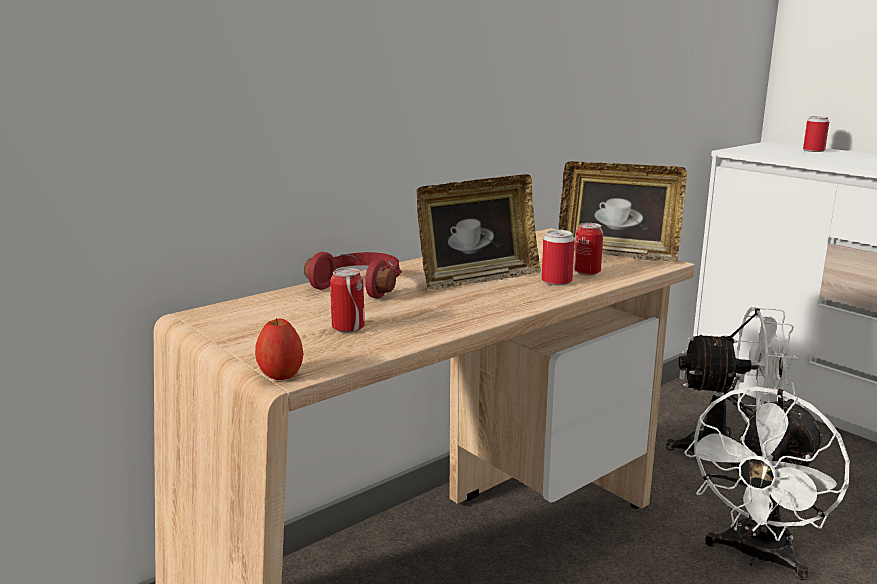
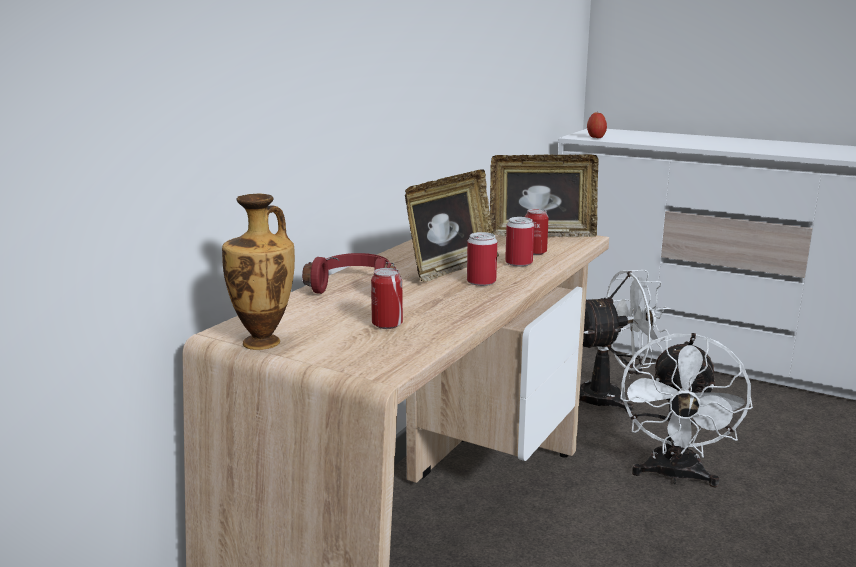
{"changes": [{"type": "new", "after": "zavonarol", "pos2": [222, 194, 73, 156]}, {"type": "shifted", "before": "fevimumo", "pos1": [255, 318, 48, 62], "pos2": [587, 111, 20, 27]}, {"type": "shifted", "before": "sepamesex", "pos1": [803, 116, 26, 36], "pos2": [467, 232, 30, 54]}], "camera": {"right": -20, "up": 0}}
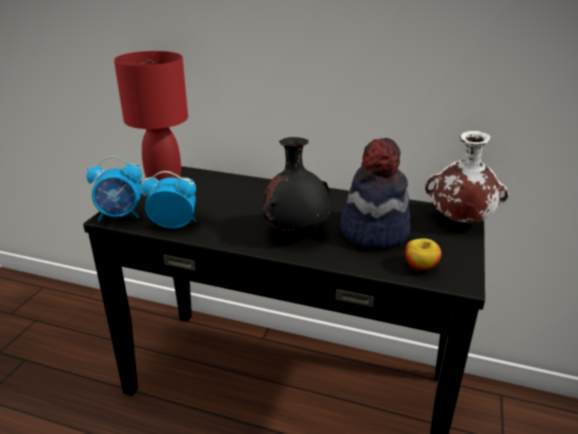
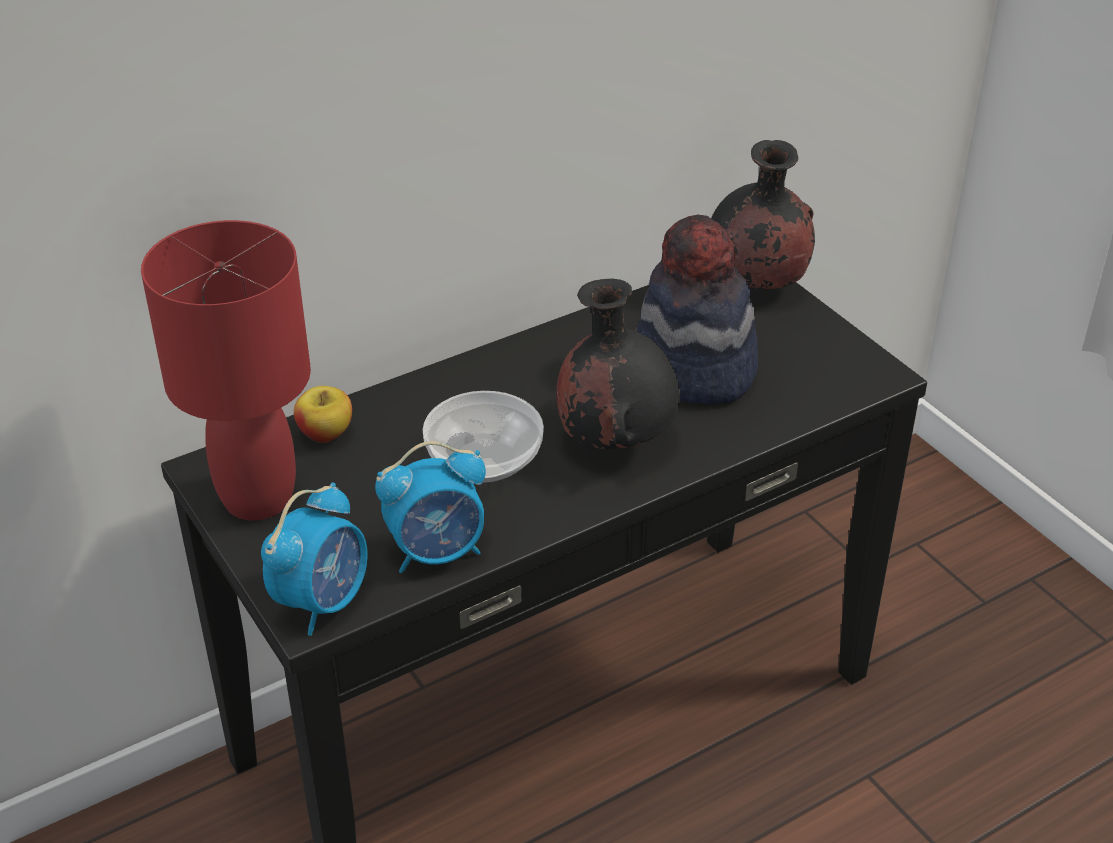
{"changes": [{"type": "new", "after": "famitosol", "pos2": [423, 391, 121, 92]}, {"type": "shifted", "before": "fevimumo", "pos1": [405, 238, 36, 33], "pos2": [294, 386, 58, 57]}, {"type": "repainted", "before": "white_zavonarol", "after": "black_zavonarol", "pos1": [425, 131, 84, 92], "pos2": [711, 140, 104, 149]}, {"type": "rotated", "before": "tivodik", "pos1": [140, 171, 56, 58], "pos2": [375, 441, 111, 132], "turn": -150}], "camera": {"right": -50, "up": 10}}
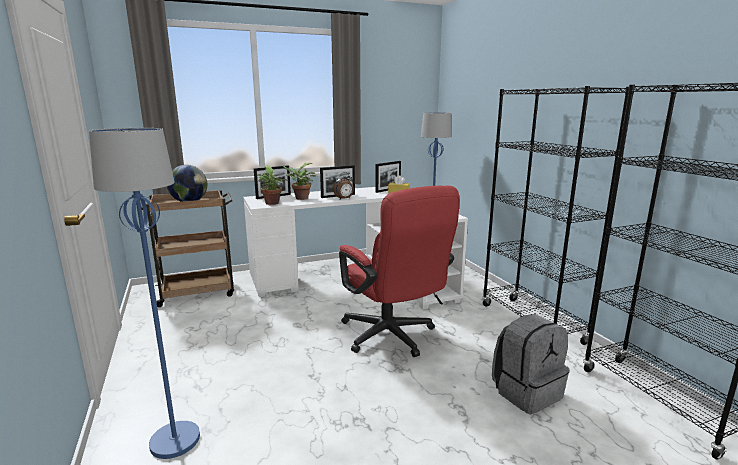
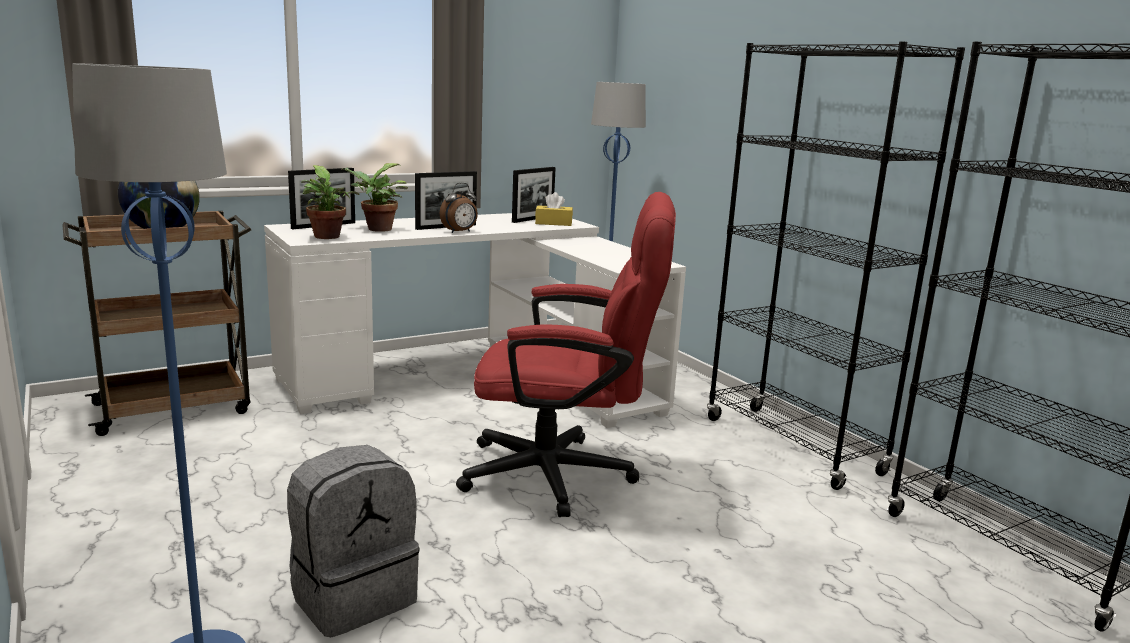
{"changes": [{"type": "shifted", "before": "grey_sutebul", "pos1": [492, 314, 78, 100], "pos2": [287, 445, 133, 192]}, {"type": "rotated", "before": "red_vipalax", "pos1": [339, 186, 121, 171], "pos2": [456, 192, 220, 325], "turn": -45}], "camera": {"right": -10, "up": 0}}
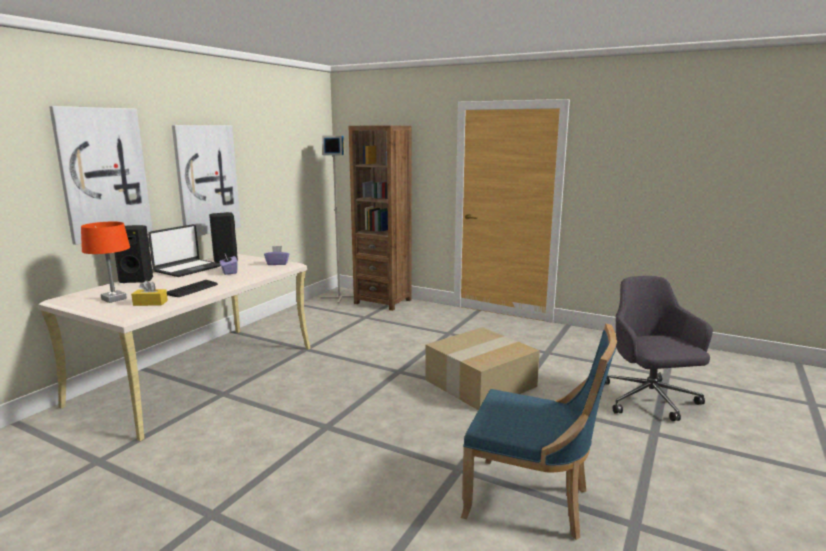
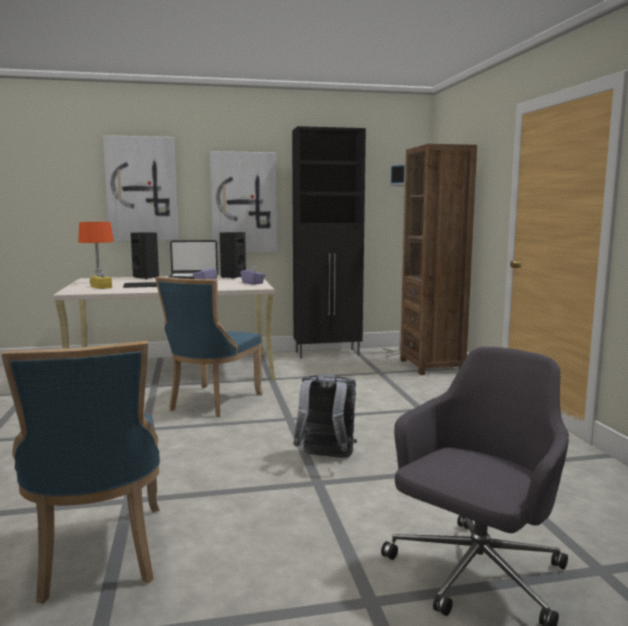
{"changes": [{"type": "new", "after": "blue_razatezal", "pos2": [155, 277, 108, 140]}, {"type": "new", "after": "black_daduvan", "pos2": [292, 126, 74, 233]}, {"type": "swapped", "before": "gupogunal", "after": "grey_sutebul", "pos1": [425, 327, 115, 83], "pos2": [293, 374, 64, 84]}], "camera": {"right": 50, "up": -5}}
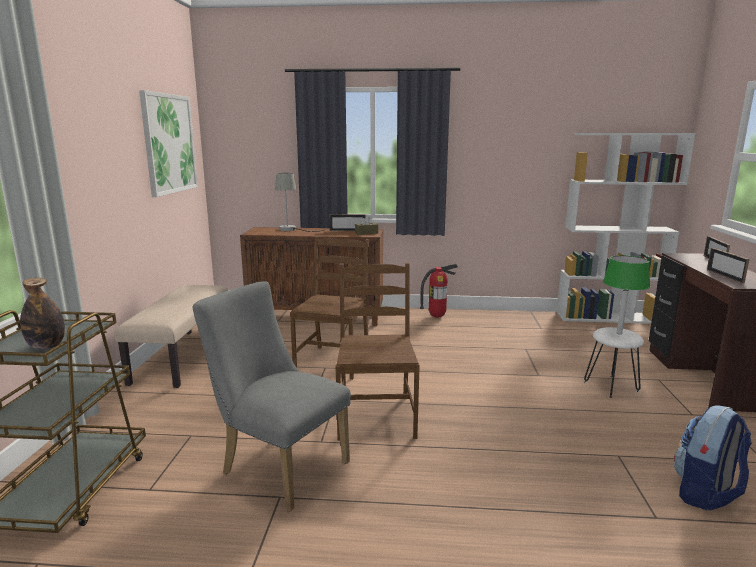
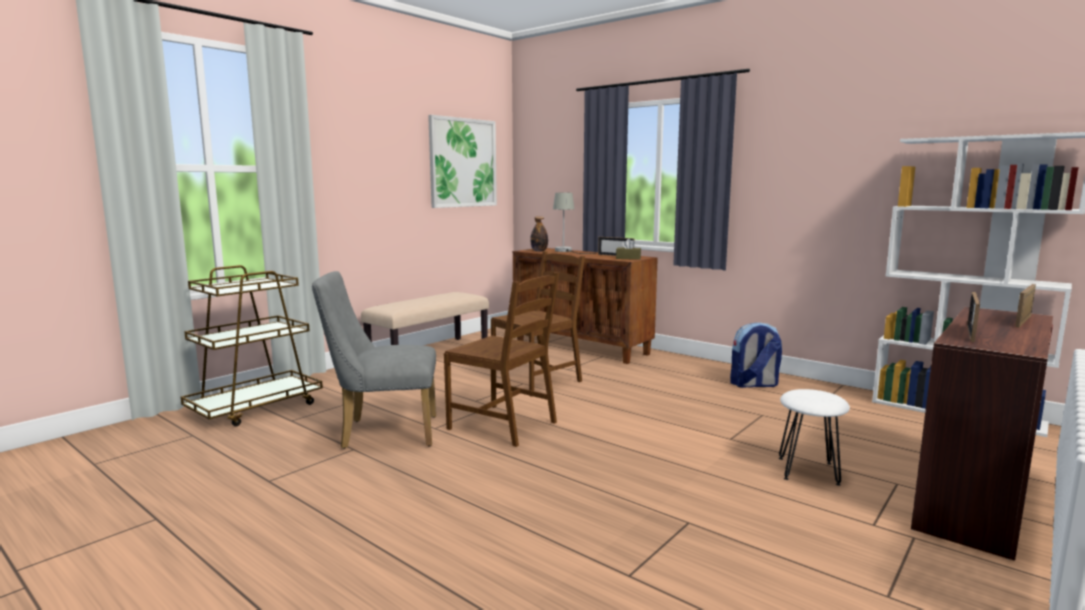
{"changes": [{"type": "gone", "before": "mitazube", "pos1": [420, 264, 38, 54]}, {"type": "gone", "before": "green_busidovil", "pos1": [603, 255, 47, 80]}, {"type": "shifted", "before": "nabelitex", "pos1": [20, 278, 45, 72], "pos2": [530, 216, 18, 36]}, {"type": "shifted", "before": "sutebul", "pos1": [674, 405, 78, 105], "pos2": [730, 323, 52, 65]}, {"type": "rotated", "before": "grey_razatezal", "pos1": [192, 281, 159, 231], "pos2": [312, 271, 124, 178], "turn": -75}, {"type": "rotated", "before": "brown_razatezal", "pos1": [335, 263, 85, 178], "pos2": [444, 272, 115, 175], "turn": 90}], "camera": {"right": 35, "up": -5}}
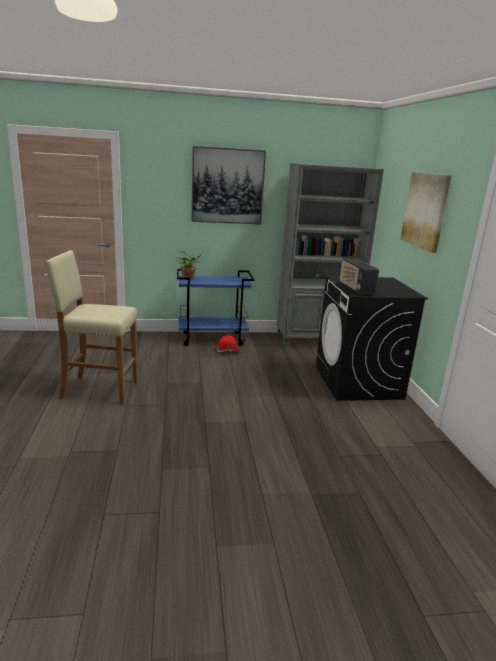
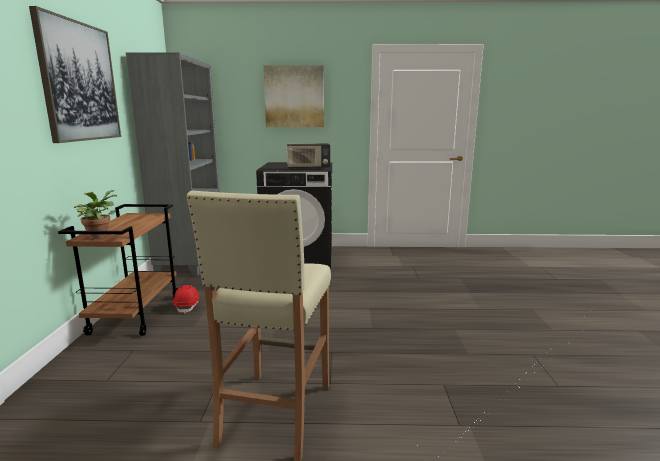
{"changes": [{"type": "repainted", "before": "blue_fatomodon", "after": "brown_fatomodon", "pos1": [177, 269, 77, 77], "pos2": [58, 204, 120, 132]}], "camera": {"right": -80, "up": -5}}
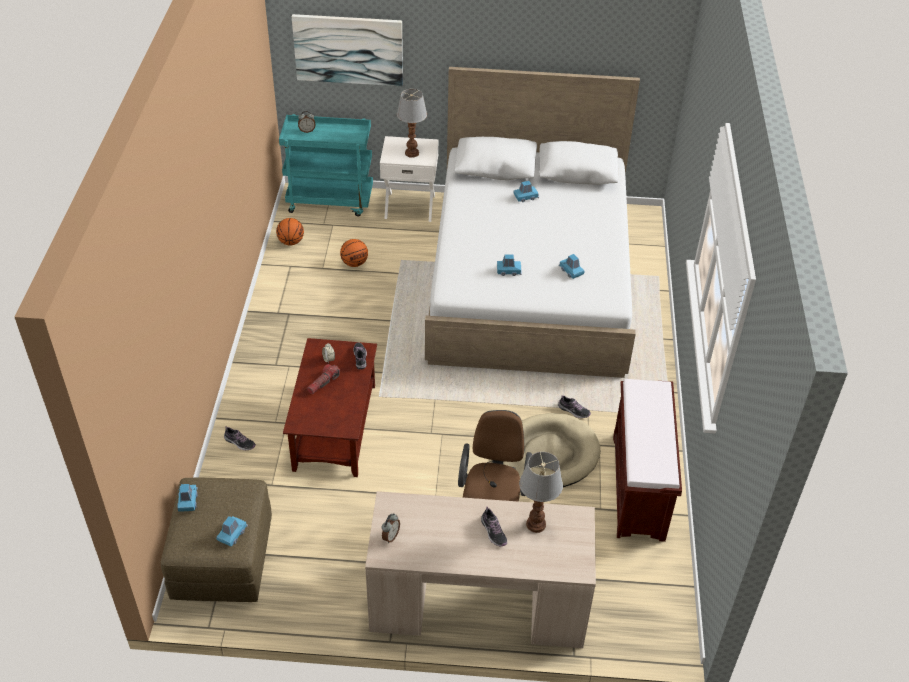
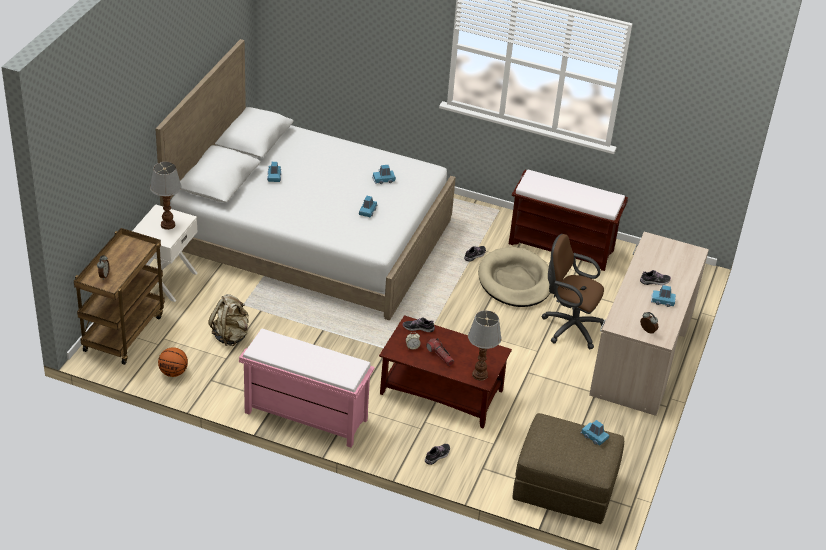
{"changes": [{"type": "gone", "before": "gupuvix", "pos1": [292, 14, 111, 72]}, {"type": "new", "after": "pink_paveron", "pos2": [239, 328, 136, 120]}, {"type": "shifted", "before": "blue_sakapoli", "pos1": [177, 484, 21, 28], "pos2": [651, 285, 25, 22]}, {"type": "shifted", "before": "busidovil", "pos1": [519, 452, 44, 81], "pos2": [468, 310, 34, 71]}, {"type": "swapped", "before": "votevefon", "after": "beige_sutebul", "pos1": [340, 239, 28, 28], "pos2": [208, 294, 41, 52]}, {"type": "repainted", "before": "turquoise_fatomodon", "after": "brown_fatomodon", "pos1": [279, 114, 94, 103], "pos2": [74, 228, 91, 137]}], "camera": {"right": -75, "up": -5}}
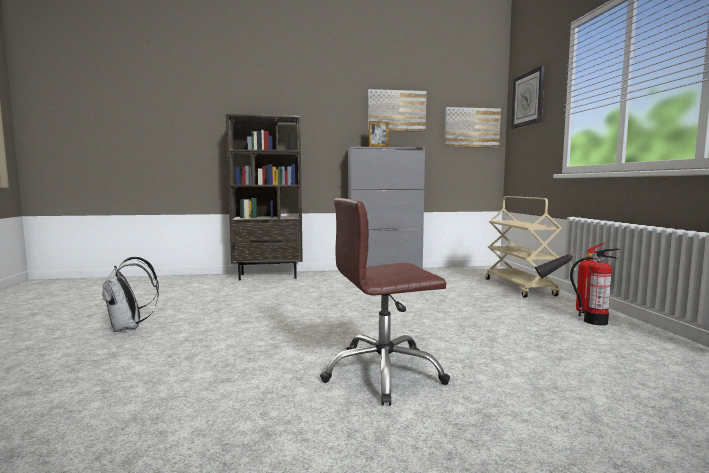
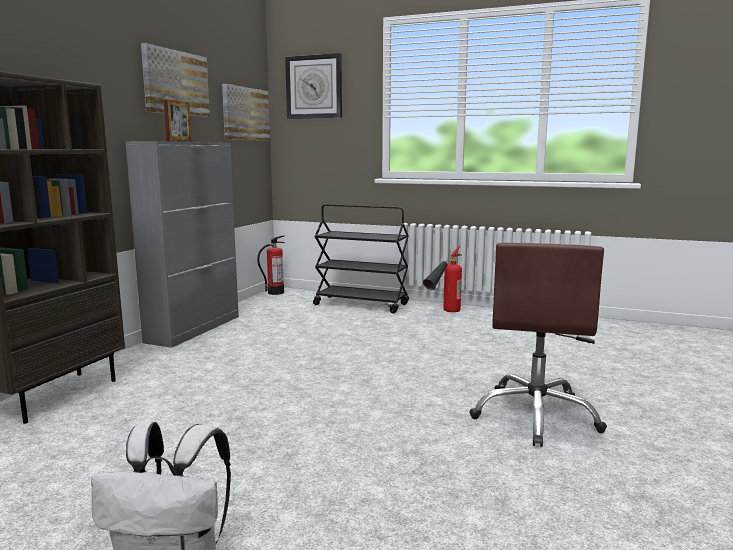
{"changes": [{"type": "shifted", "before": "mitazube", "pos1": [570, 249, 50, 77], "pos2": [257, 235, 27, 60]}, {"type": "repainted", "before": "beige_fatomodon", "after": "black_fatomodon", "pos1": [485, 196, 77, 102], "pos2": [313, 204, 96, 110]}], "camera": {"right": -60, "up": 5}}
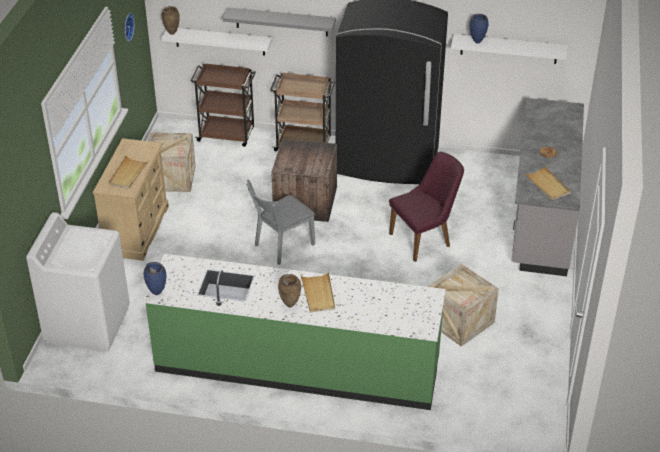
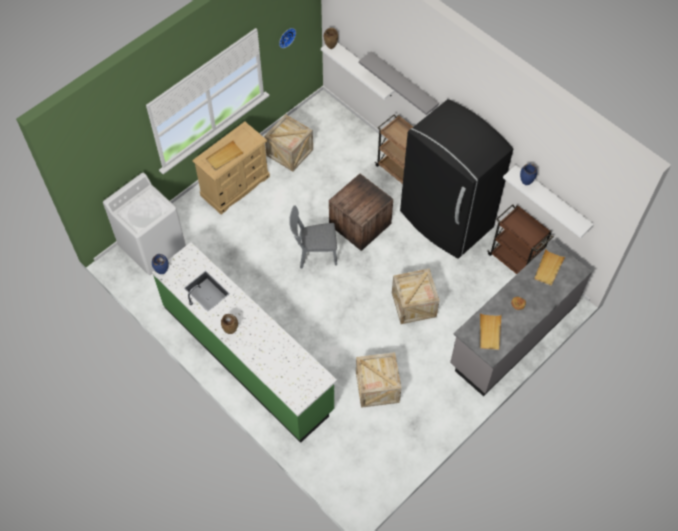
{"changes": [{"type": "shifted", "before": "brown_fatomodon", "pos1": [190, 63, 66, 84], "pos2": [487, 204, 67, 70]}, {"type": "shifted", "before": "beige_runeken", "pos1": [301, 272, 34, 40], "pos2": [534, 249, 31, 37]}, {"type": "swapped", "before": "purple_razatezal", "after": "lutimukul", "pos1": [389, 152, 75, 110], "pos2": [392, 268, 48, 56]}], "camera": {"right": 35, "up": 20}}
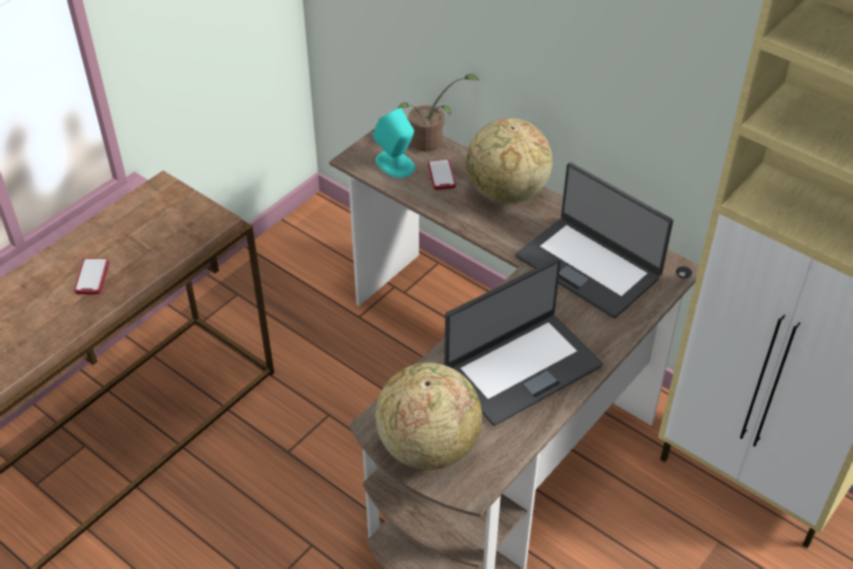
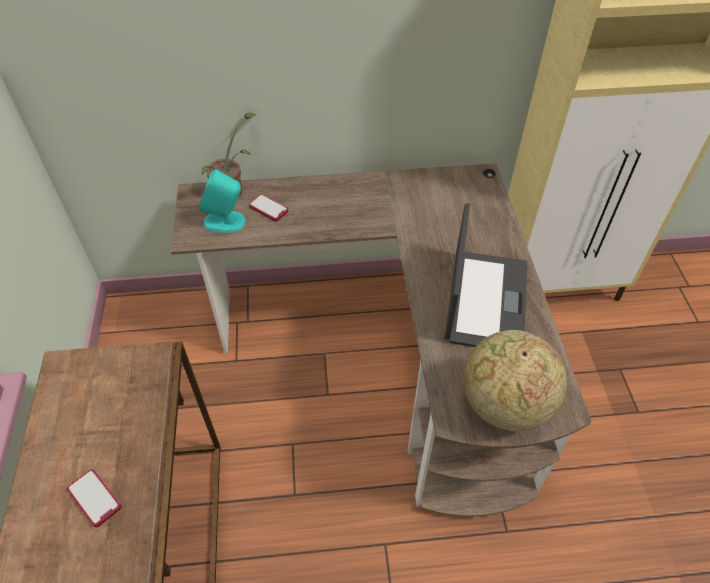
{"changes": [{"type": "gone", "before": "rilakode", "pos1": [466, 118, 86, 86]}, {"type": "gone", "before": "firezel", "pos1": [516, 162, 157, 156]}], "camera": {"right": -45, "up": 5}}
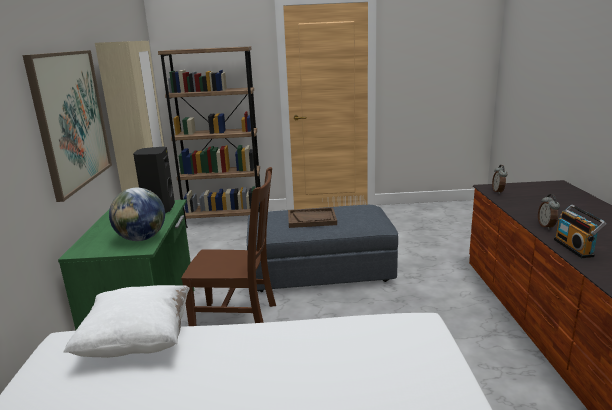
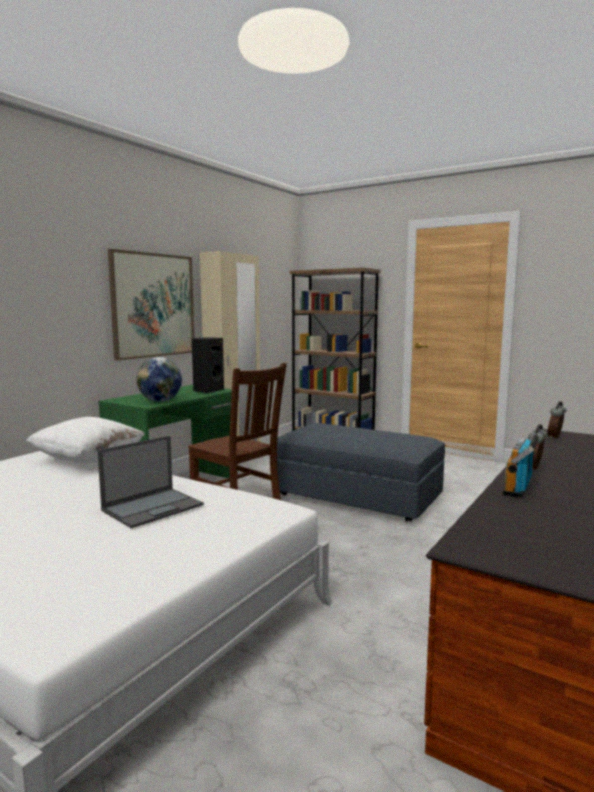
{"changes": [{"type": "gone", "before": "brown_runeken", "pos1": [288, 208, 49, 20]}, {"type": "new", "after": "firezel", "pos2": [97, 436, 107, 92]}], "camera": {"right": 35, "up": -10}}
